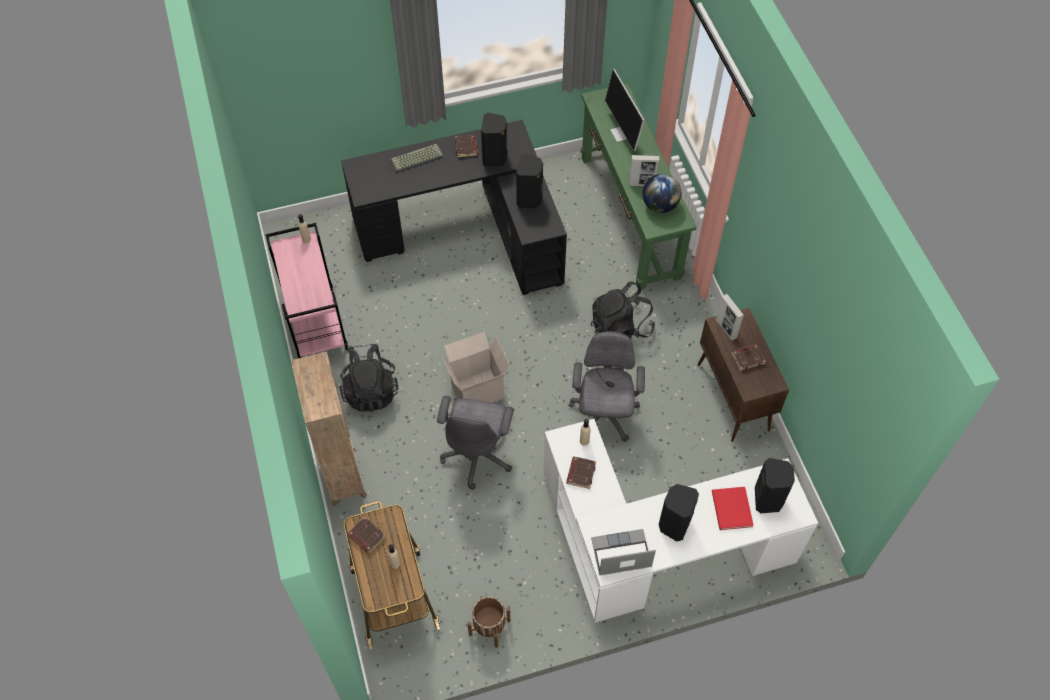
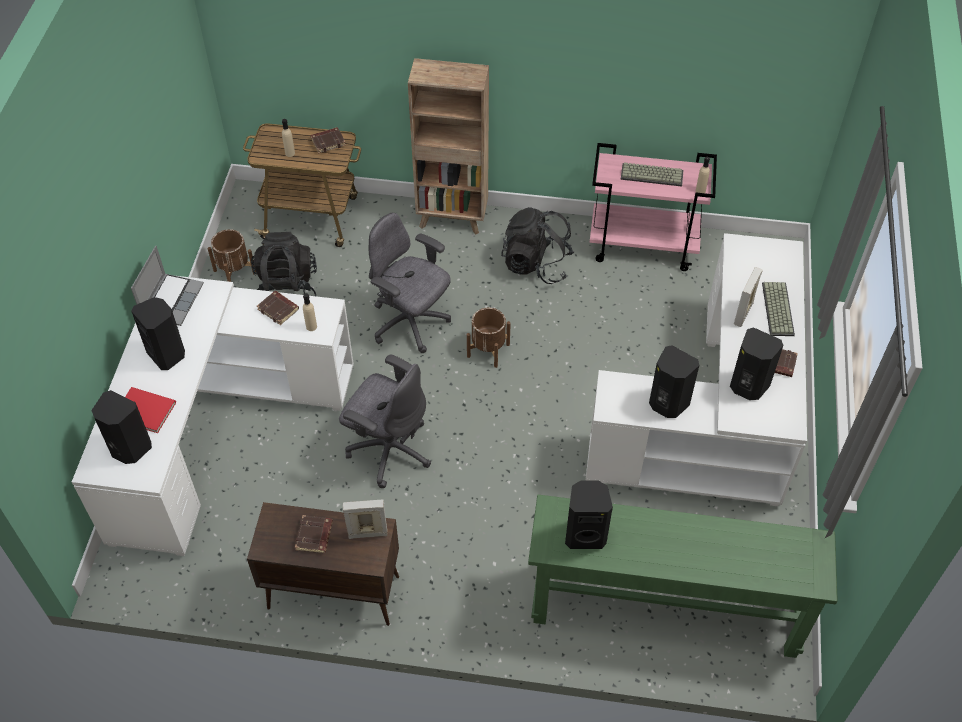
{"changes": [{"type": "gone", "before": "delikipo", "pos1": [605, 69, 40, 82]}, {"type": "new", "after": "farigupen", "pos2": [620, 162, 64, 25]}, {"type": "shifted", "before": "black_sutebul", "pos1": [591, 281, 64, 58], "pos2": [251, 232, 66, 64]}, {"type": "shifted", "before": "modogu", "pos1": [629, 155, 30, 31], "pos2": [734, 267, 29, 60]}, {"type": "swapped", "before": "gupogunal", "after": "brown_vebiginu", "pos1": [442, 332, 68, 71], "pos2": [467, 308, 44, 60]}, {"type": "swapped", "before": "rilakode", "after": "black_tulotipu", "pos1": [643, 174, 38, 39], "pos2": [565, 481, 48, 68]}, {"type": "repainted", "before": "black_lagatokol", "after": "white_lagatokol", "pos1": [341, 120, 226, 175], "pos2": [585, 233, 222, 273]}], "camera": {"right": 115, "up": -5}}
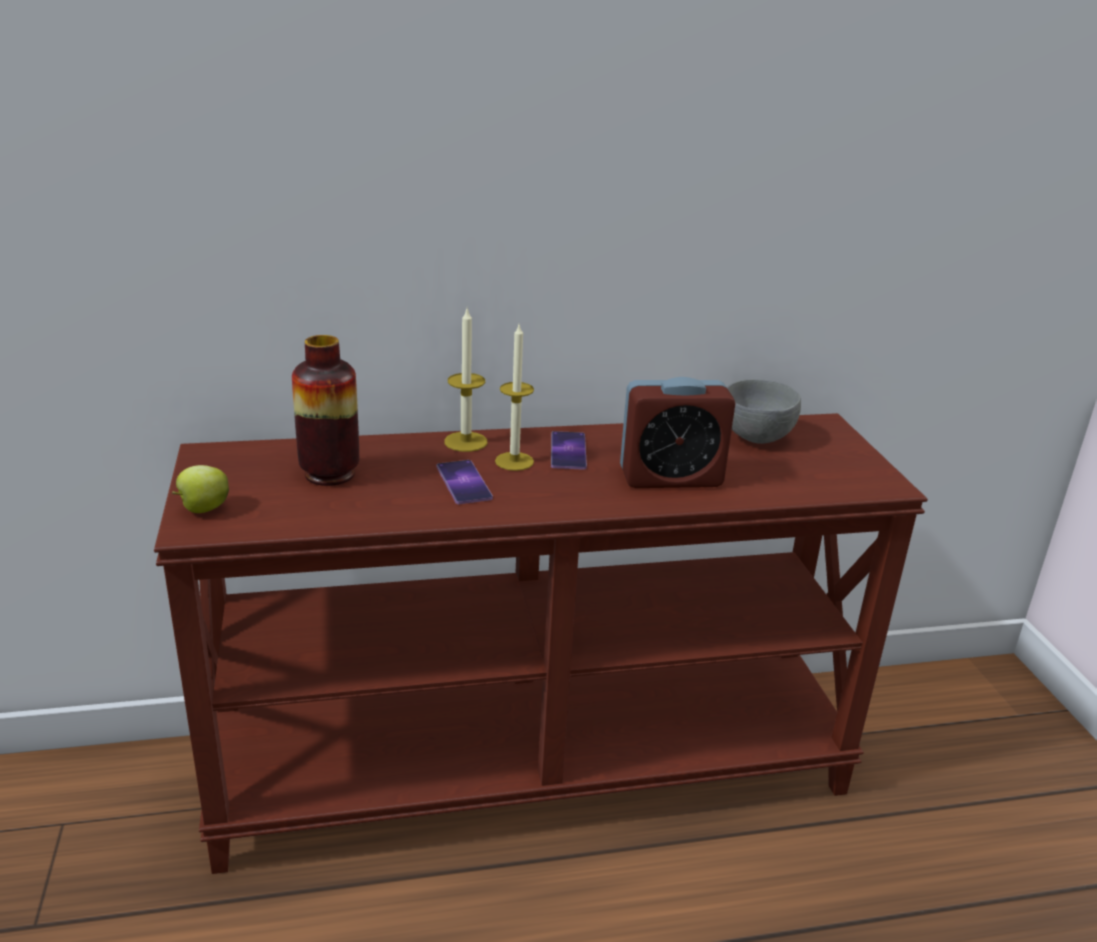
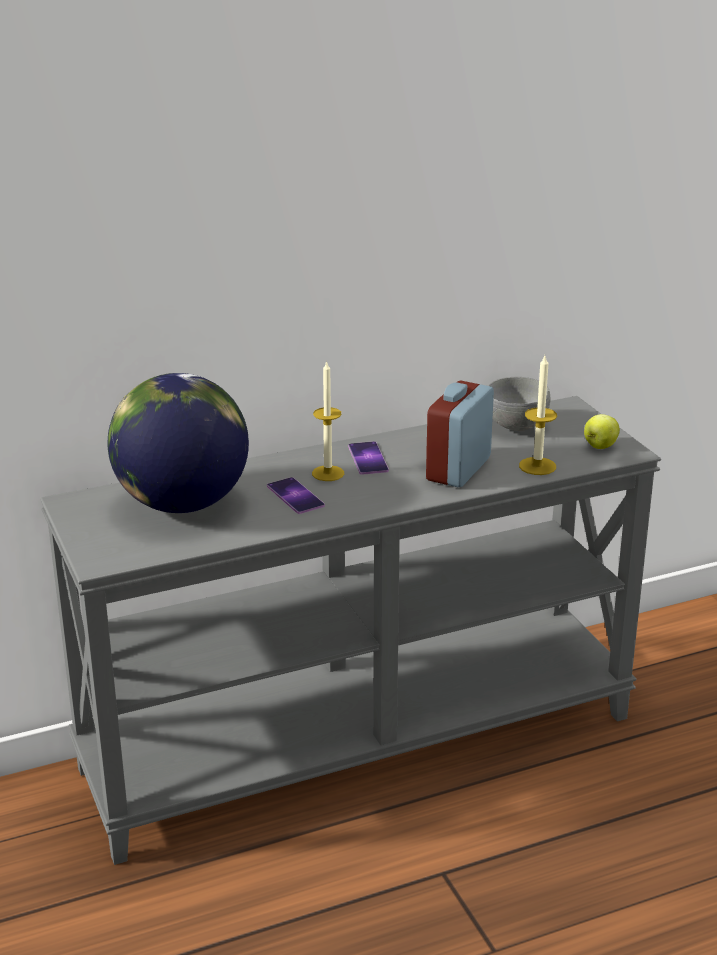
{"changes": [{"type": "shifted", "before": "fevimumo", "pos1": [172, 465, 57, 48], "pos2": [584, 414, 36, 35]}, {"type": "shifted", "before": "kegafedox", "pos1": [444, 309, 44, 143], "pos2": [519, 356, 38, 119]}, {"type": "swapped", "before": "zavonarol", "after": "rilakode", "pos1": [292, 335, 67, 151], "pos2": [107, 373, 142, 140]}, {"type": "repainted", "before": "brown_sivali", "after": "grey_sivali", "pos1": [154, 413, 774, 461], "pos2": [40, 396, 621, 469]}, {"type": "rotated", "before": "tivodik", "pos1": [620, 377, 116, 111], "pos2": [426, 381, 68, 106], "turn": 135}], "camera": {"right": -10, "up": 0}}
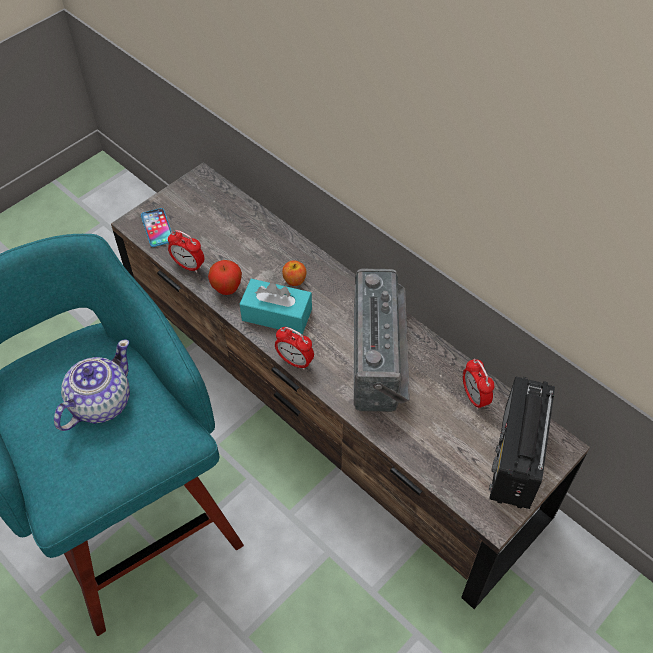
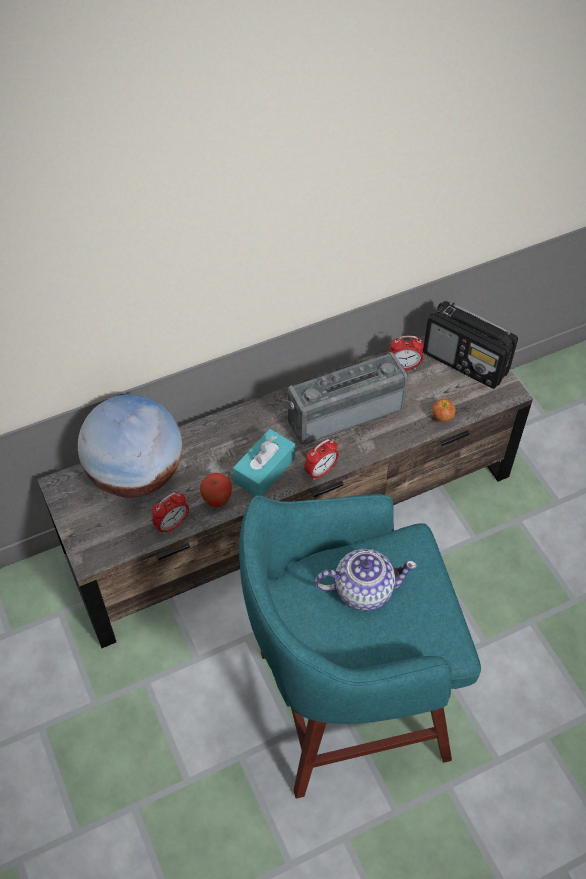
{"changes": [{"type": "gone", "before": "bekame", "pos1": [141, 208, 31, 39]}, {"type": "new", "after": "rilakode", "pos2": [78, 394, 104, 104]}, {"type": "shifted", "before": "fevimumo", "pos1": [282, 260, 24, 26], "pos2": [432, 399, 23, 23]}, {"type": "rotated", "before": "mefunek", "pos1": [54, 339, 76, 92], "pos2": [315, 549, 102, 62], "turn": 120}, {"type": "rotated", "before": "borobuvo", "pos1": [354, 269, 56, 143], "pos2": [282, 352, 126, 93], "turn": -45}], "camera": {"right": -70, "up": 0}}
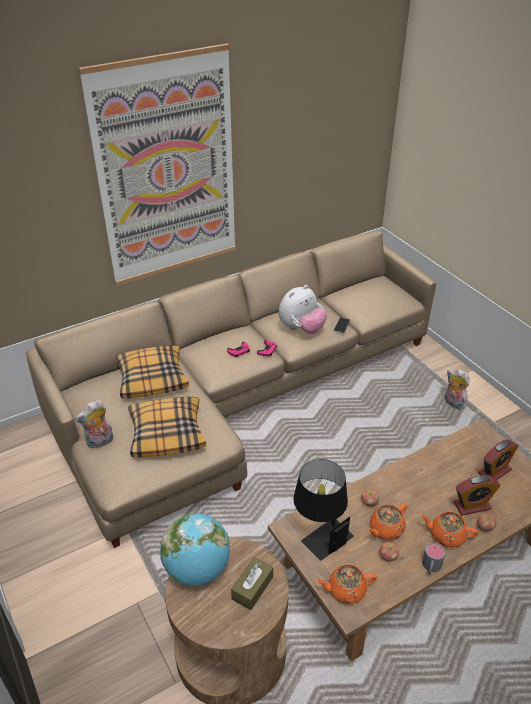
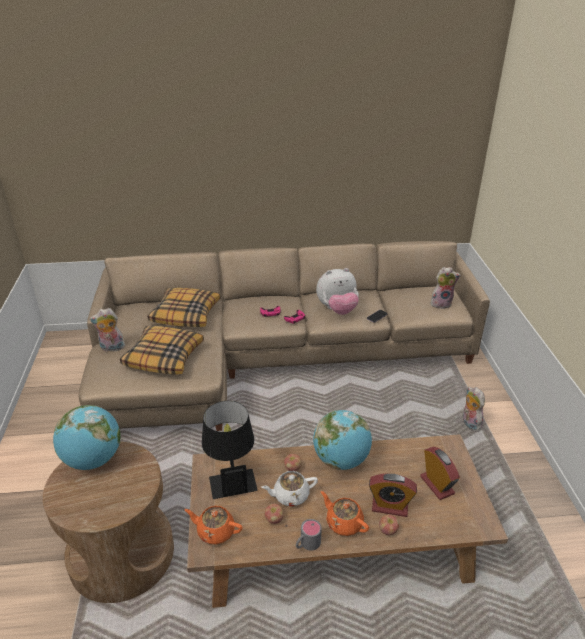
{"changes": [{"type": "gone", "before": "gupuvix", "pos1": [79, 44, 157, 242]}, {"type": "gone", "before": "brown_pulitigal", "pos1": [231, 557, 42, 53]}, {"type": "new", "after": "rilakode", "pos2": [313, 410, 59, 60]}, {"type": "new", "after": "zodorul", "pos2": [430, 267, 31, 42]}, {"type": "repainted", "before": "orange_mefunek", "after": "white_mefunek", "pos1": [368, 504, 39, 36], "pos2": [261, 471, 57, 35]}, {"type": "rotated", "before": "tivodik", "pos1": [478, 439, 40, 41], "pos2": [420, 447, 40, 53], "turn": -105}], "camera": {"right": 25, "up": -5}}
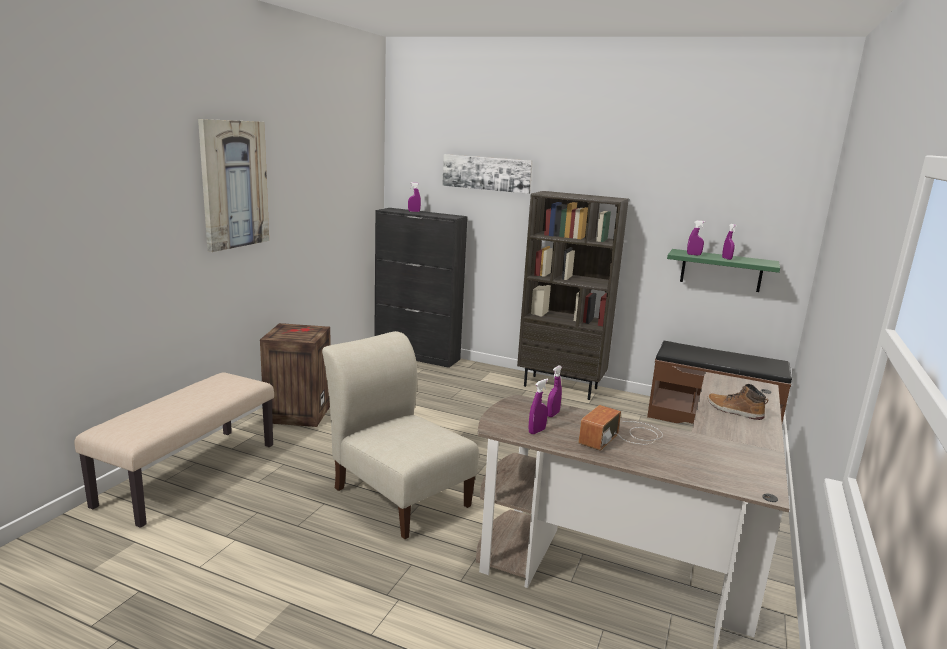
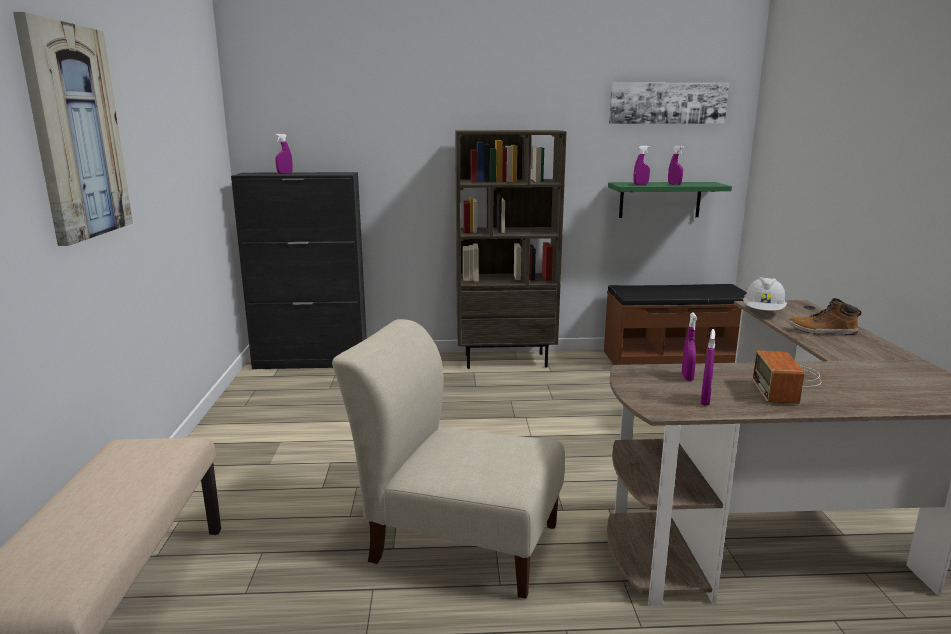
{"changes": [{"type": "gone", "before": "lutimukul", "pos1": [260, 323, 71, 104]}, {"type": "new", "after": "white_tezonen", "pos2": [743, 277, 44, 34]}, {"type": "shifted", "before": "gupuvix", "pos1": [442, 154, 91, 40], "pos2": [609, 83, 120, 41]}], "camera": {"right": -25, "up": 0}}
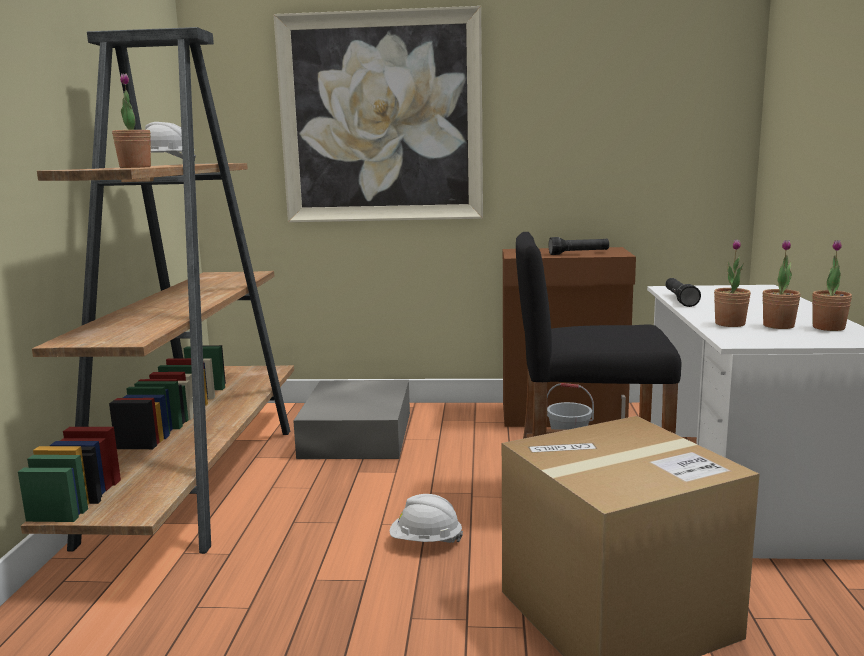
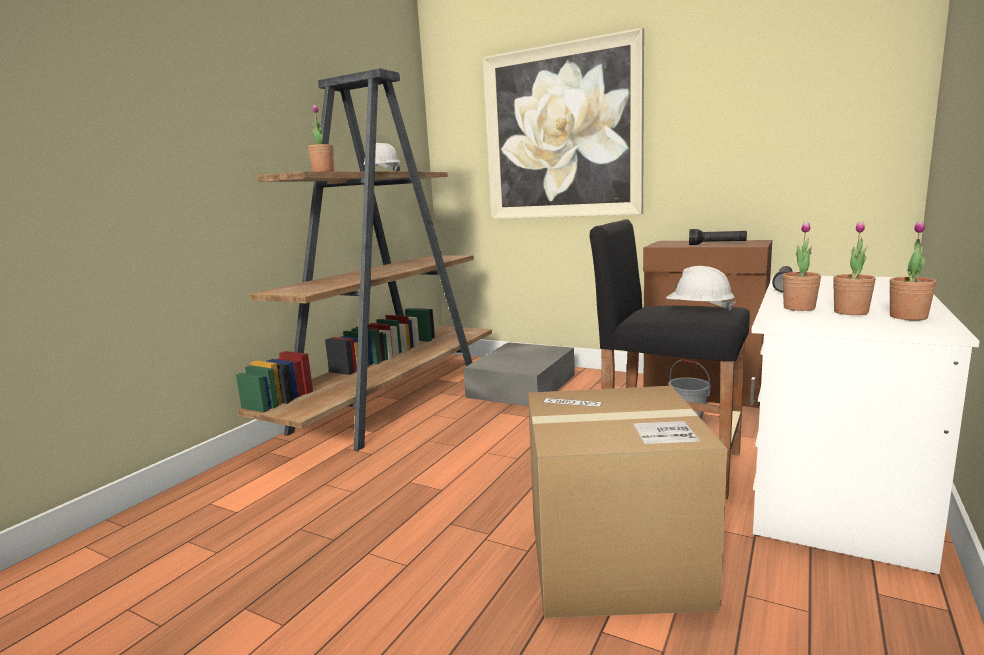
{"changes": [{"type": "shifted", "before": "white_tezonen", "pos1": [389, 494, 74, 49], "pos2": [666, 266, 69, 45]}], "camera": {"right": 25, "up": 0}}
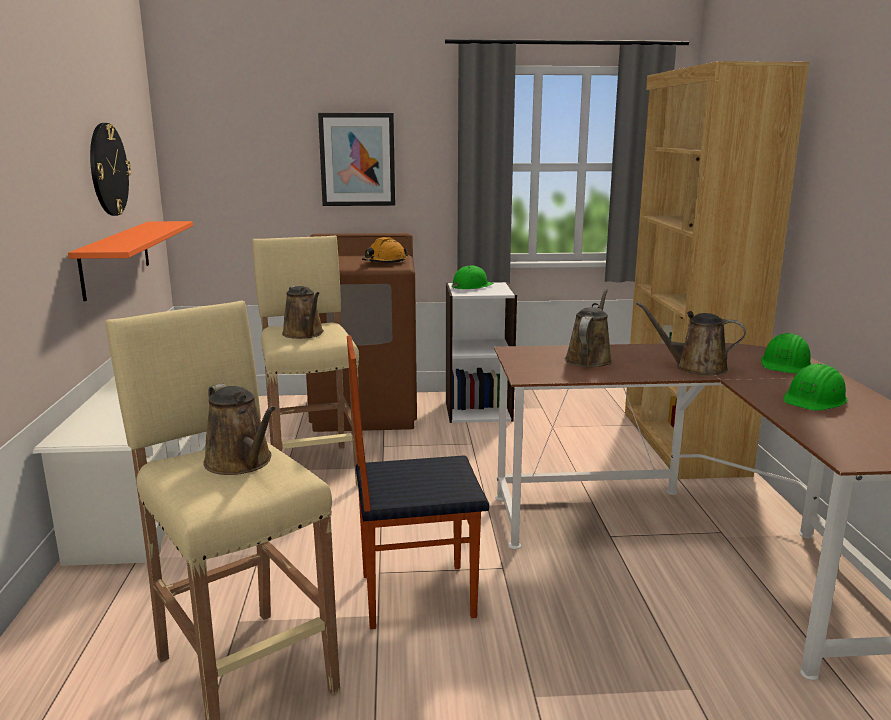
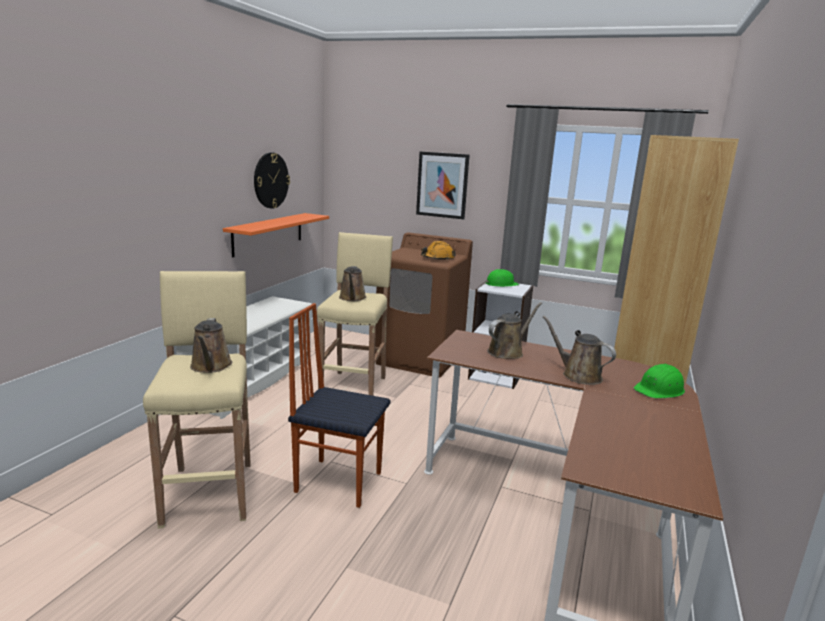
{"changes": [{"type": "gone", "before": "green_tezonen", "pos1": [783, 363, 64, 48]}], "camera": {"right": 25, "up": 0}}
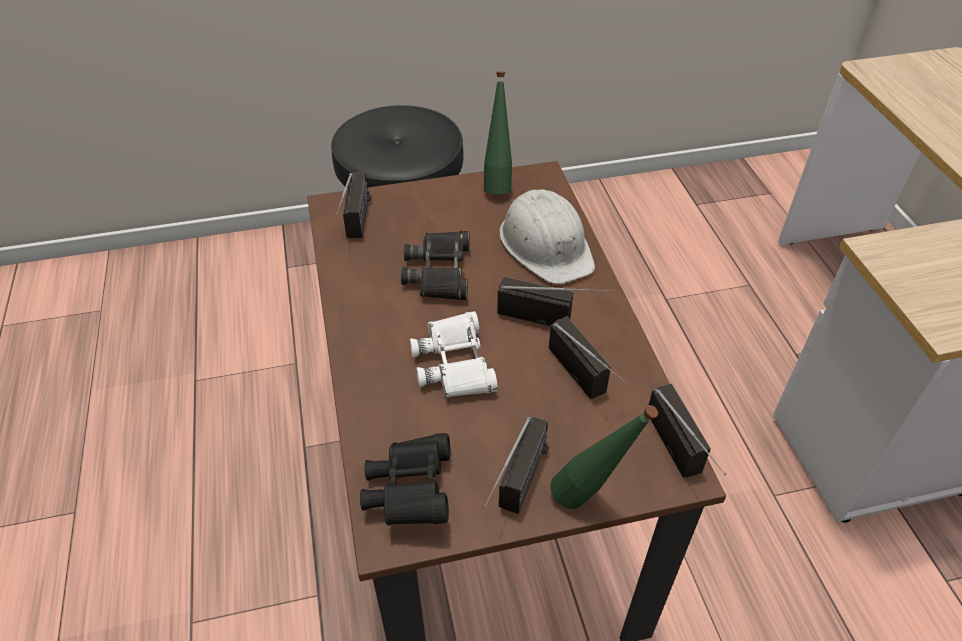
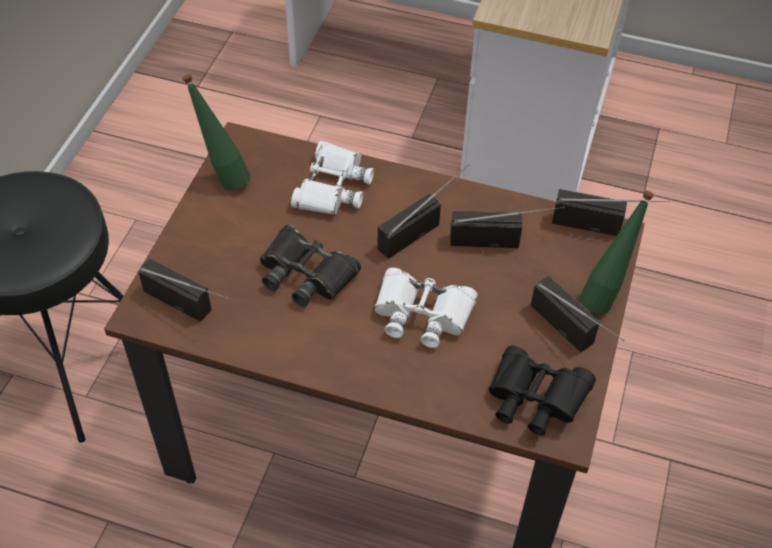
{"changes": [{"type": "swapped", "before": "white_tezonen", "after": "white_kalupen", "pos1": [499, 189, 96, 95], "pos2": [291, 141, 83, 74]}], "camera": {"right": -60, "up": 5}}
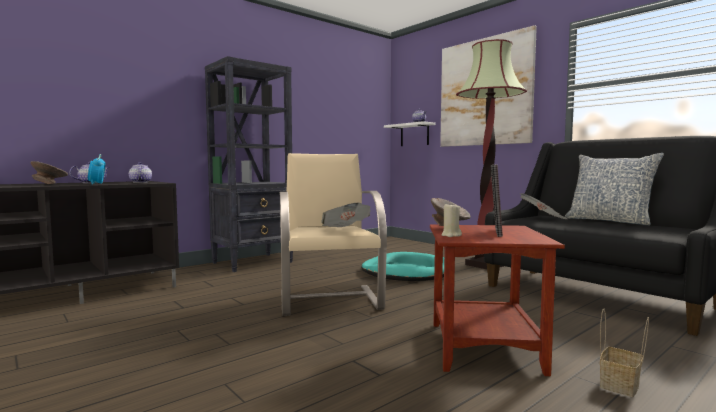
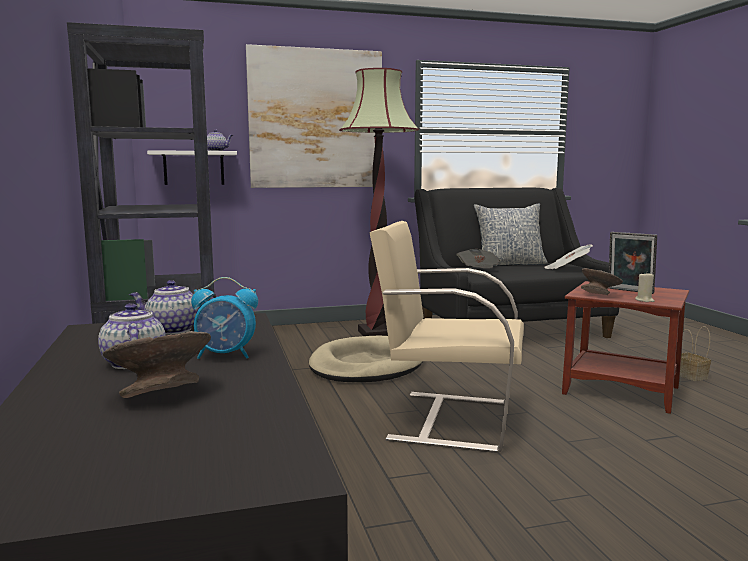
{"changes": [{"type": "shifted", "before": "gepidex", "pos1": [322, 203, 48, 24], "pos2": [544, 244, 49, 25]}, {"type": "repainted", "before": "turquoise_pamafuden", "after": "beige_pamafuden", "pos1": [361, 252, 83, 29], "pos2": [309, 335, 114, 47]}], "camera": {"right": -65, "up": 5}}
